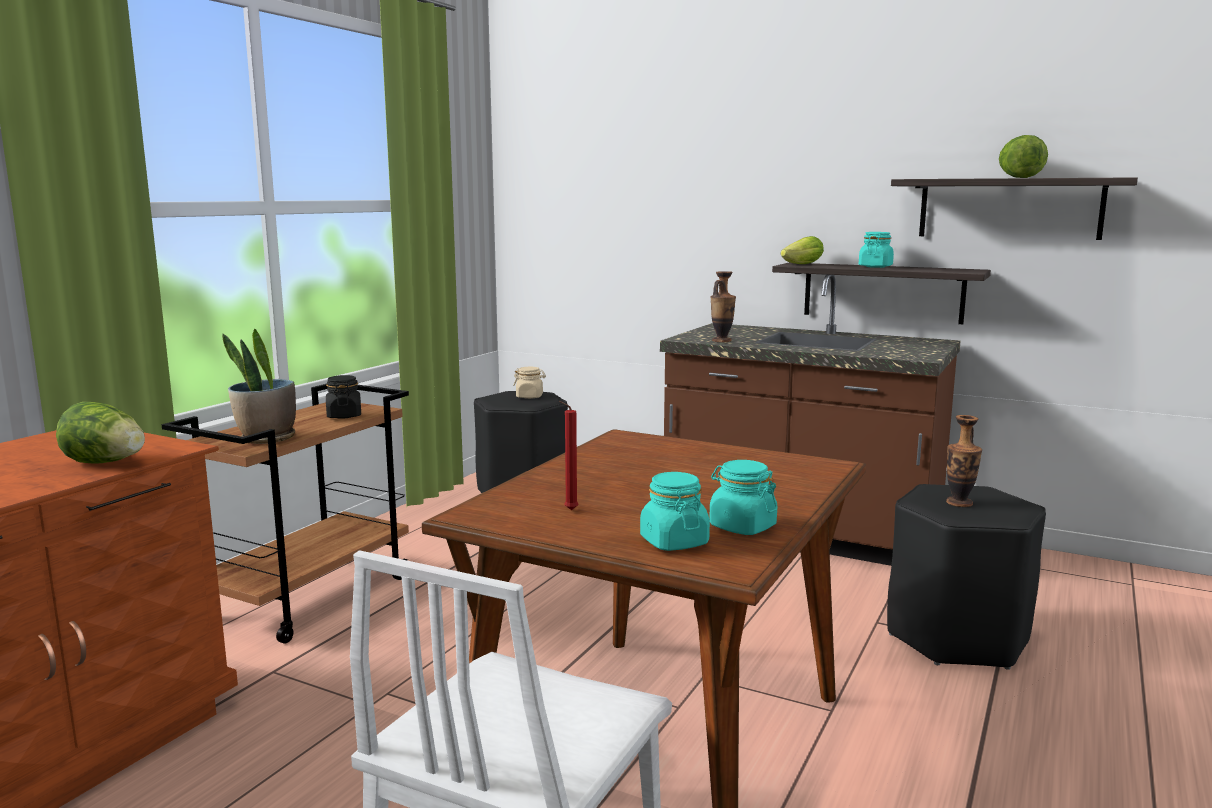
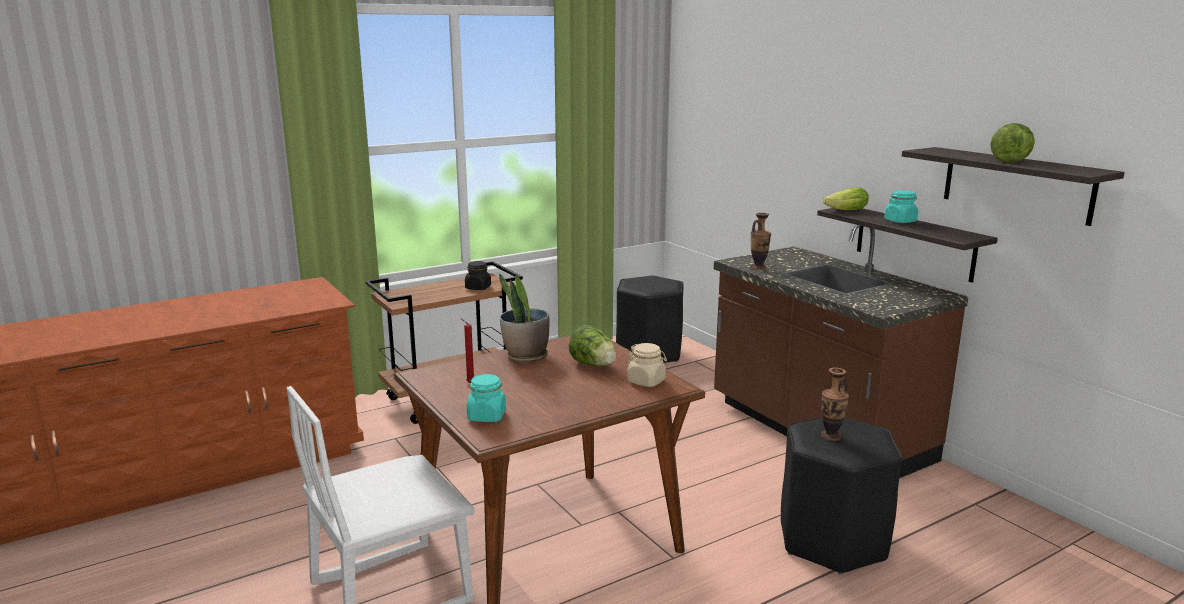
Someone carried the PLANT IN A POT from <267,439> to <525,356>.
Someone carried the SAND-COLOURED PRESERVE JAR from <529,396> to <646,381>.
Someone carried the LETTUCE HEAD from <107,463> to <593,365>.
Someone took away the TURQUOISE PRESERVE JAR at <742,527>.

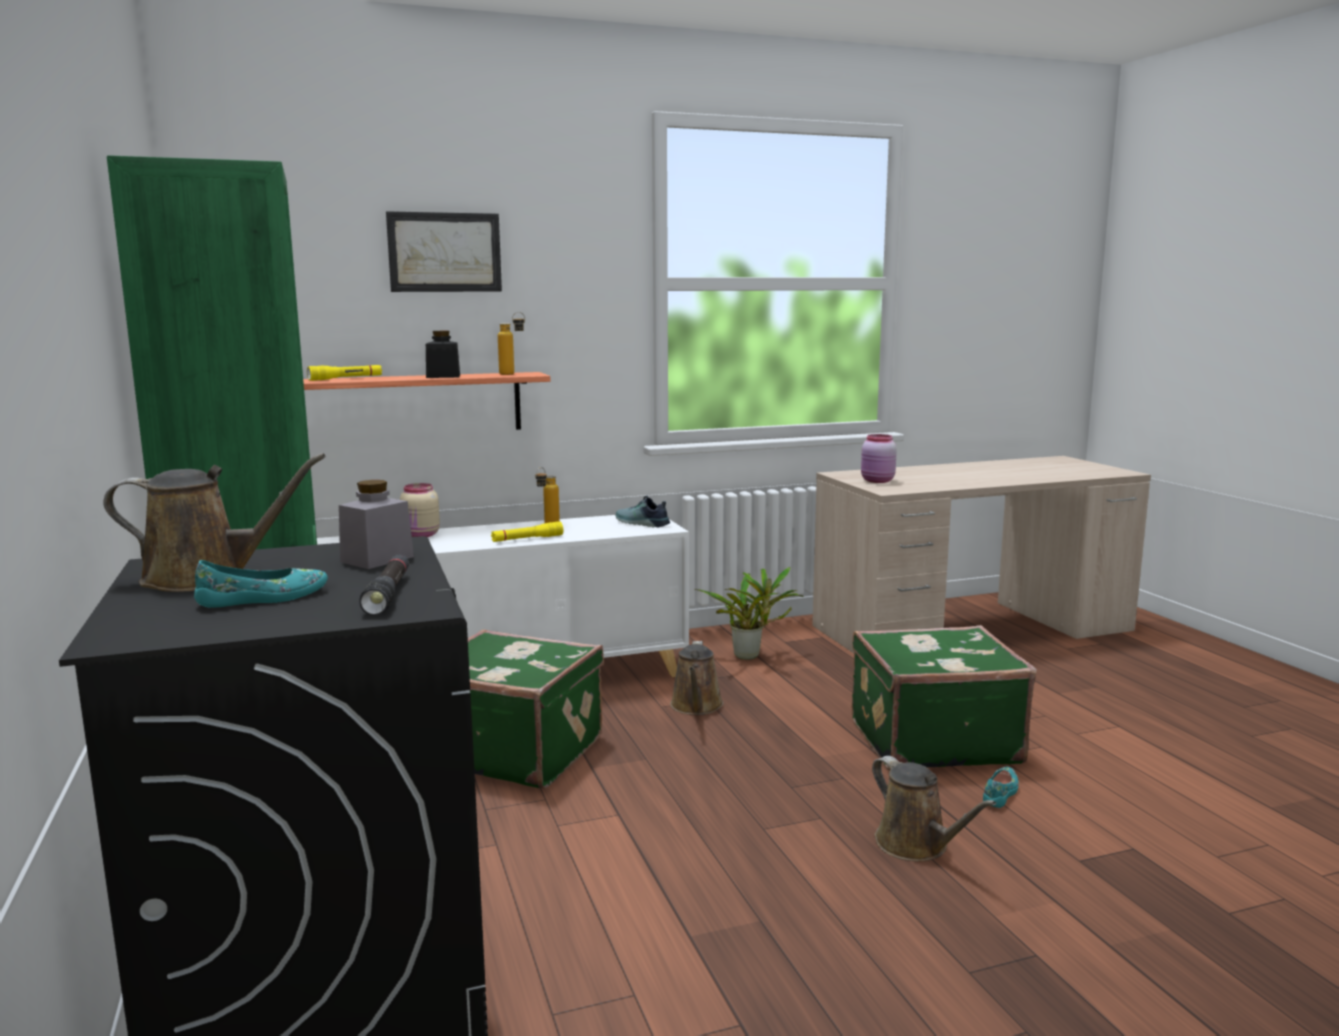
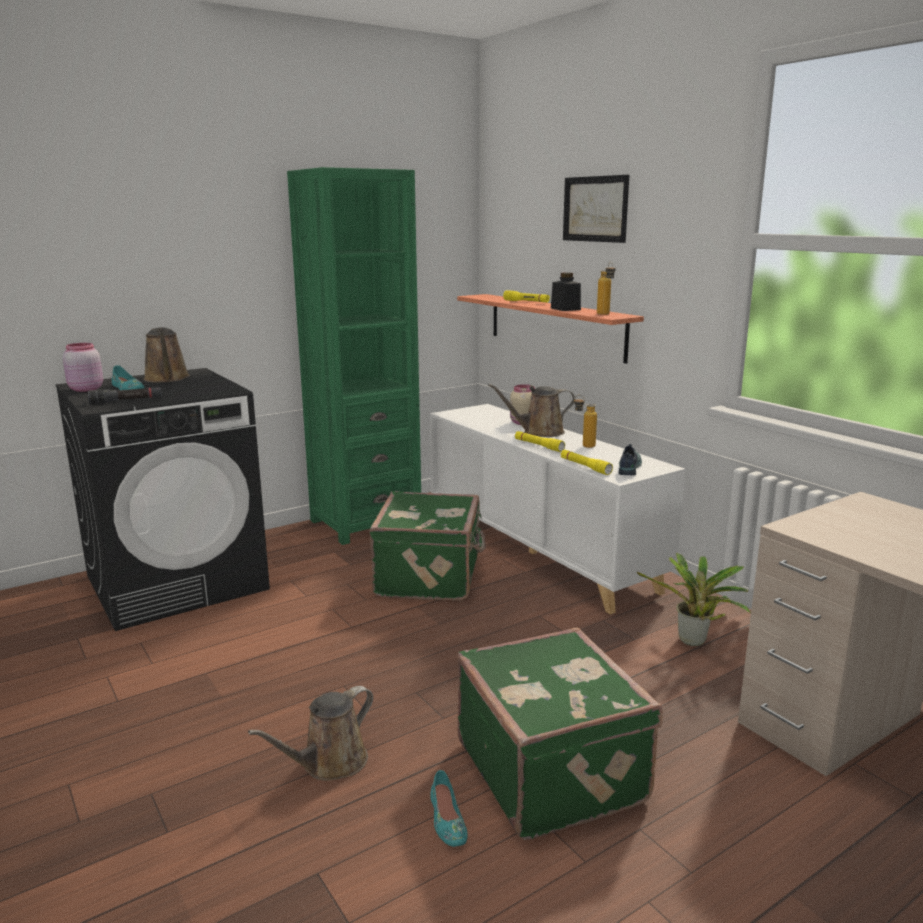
Someone carried the PINKISH PRESERVE JAR from <877,481> to <85,389>.
Someone took away the GREYISH PRESERVE JAR at <377,559>.
Someone carried the BROWN-COLOURED WATERING POT from <696,707> to <539,432>.
Someone rotated the TURQUOISE ITEM OF FOOTWEAR at <1001,793> by 60 degrees clockwise.
Someone put down the YELLOW FLASHLIGHT at <585,467>.

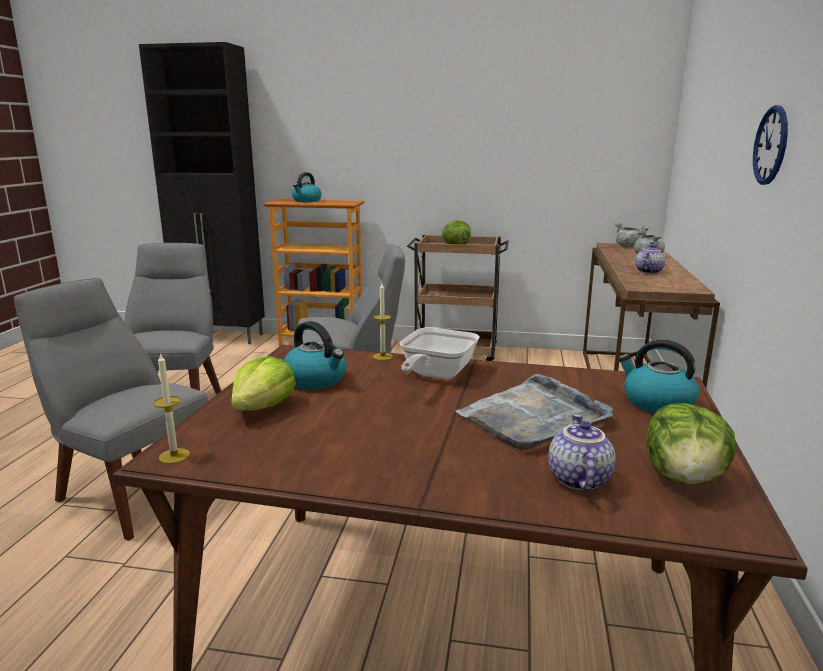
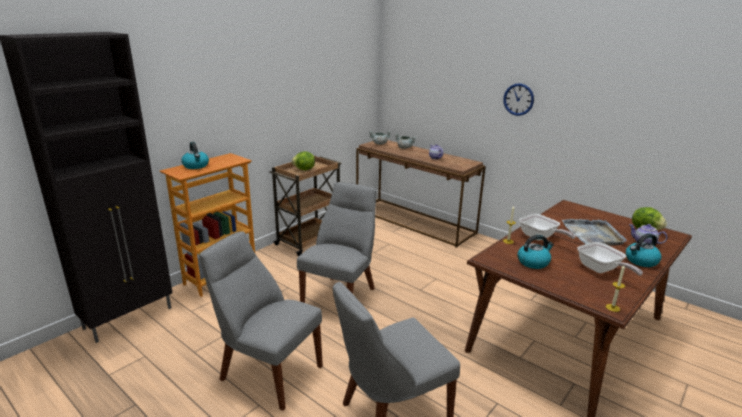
Someone carried the WATER KETTLE from <657,403> to <641,261>.
Someone took away the LETTUCE HEAD at <263,407>.
Someone put down the PAN at <601,270>.

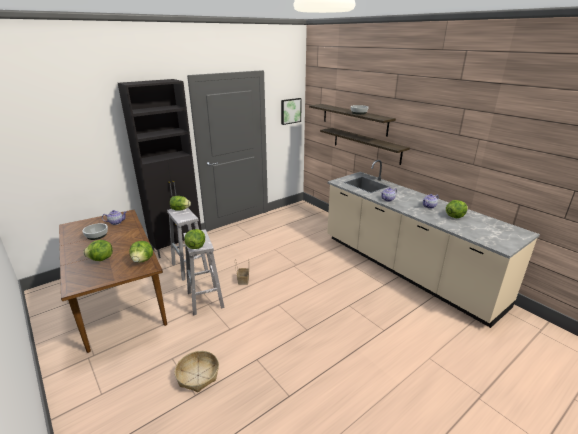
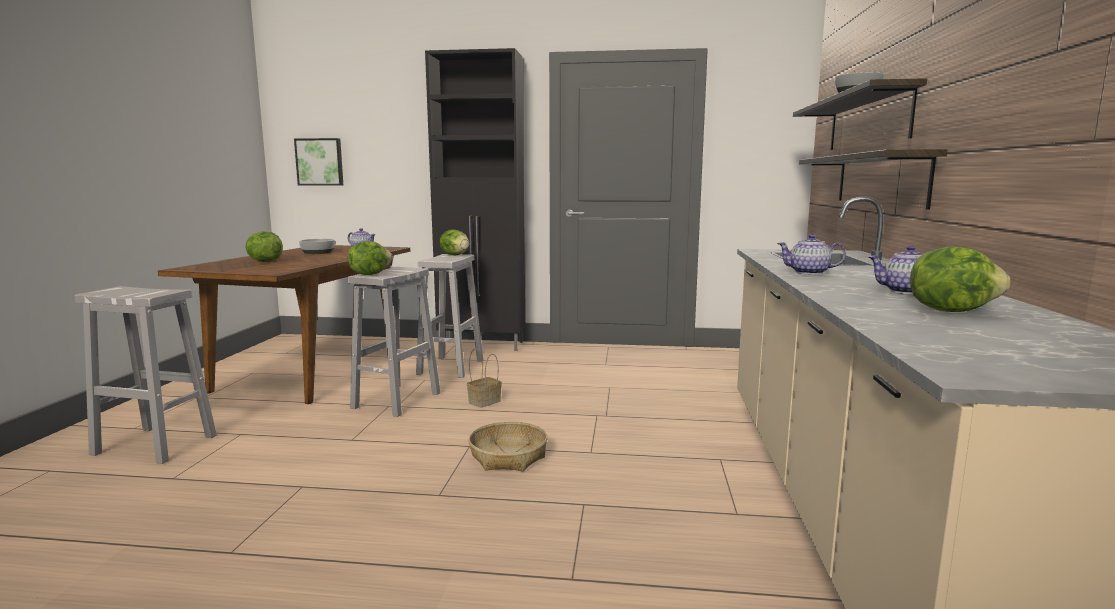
Someone carried the WALL ART from <290,111> to <320,162>.
Someone took away the LETTUCE HEAD at <143,260>.
Someone carried the BASKET from <198,375> to <508,456>.
Someone put down the WHITE SITTING STOOL at <153,445>.

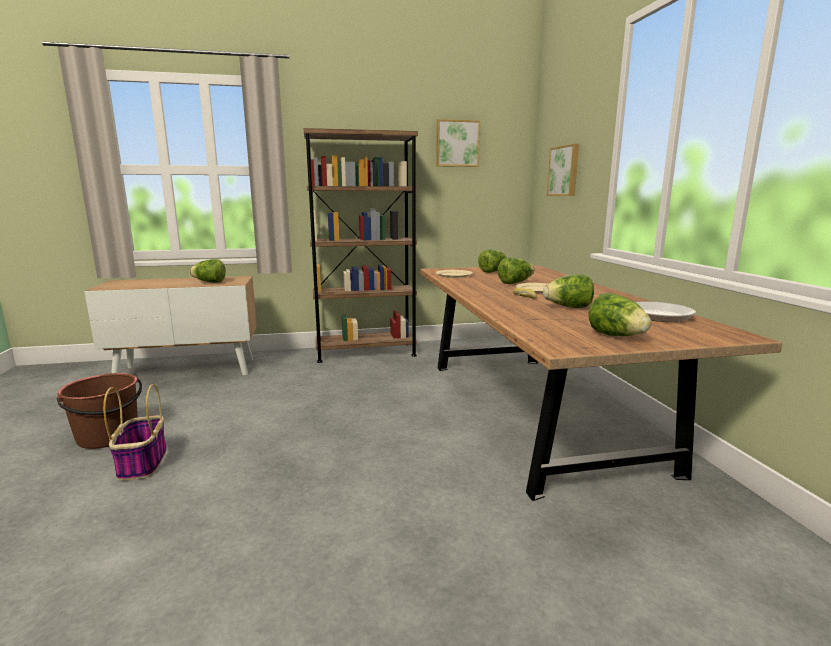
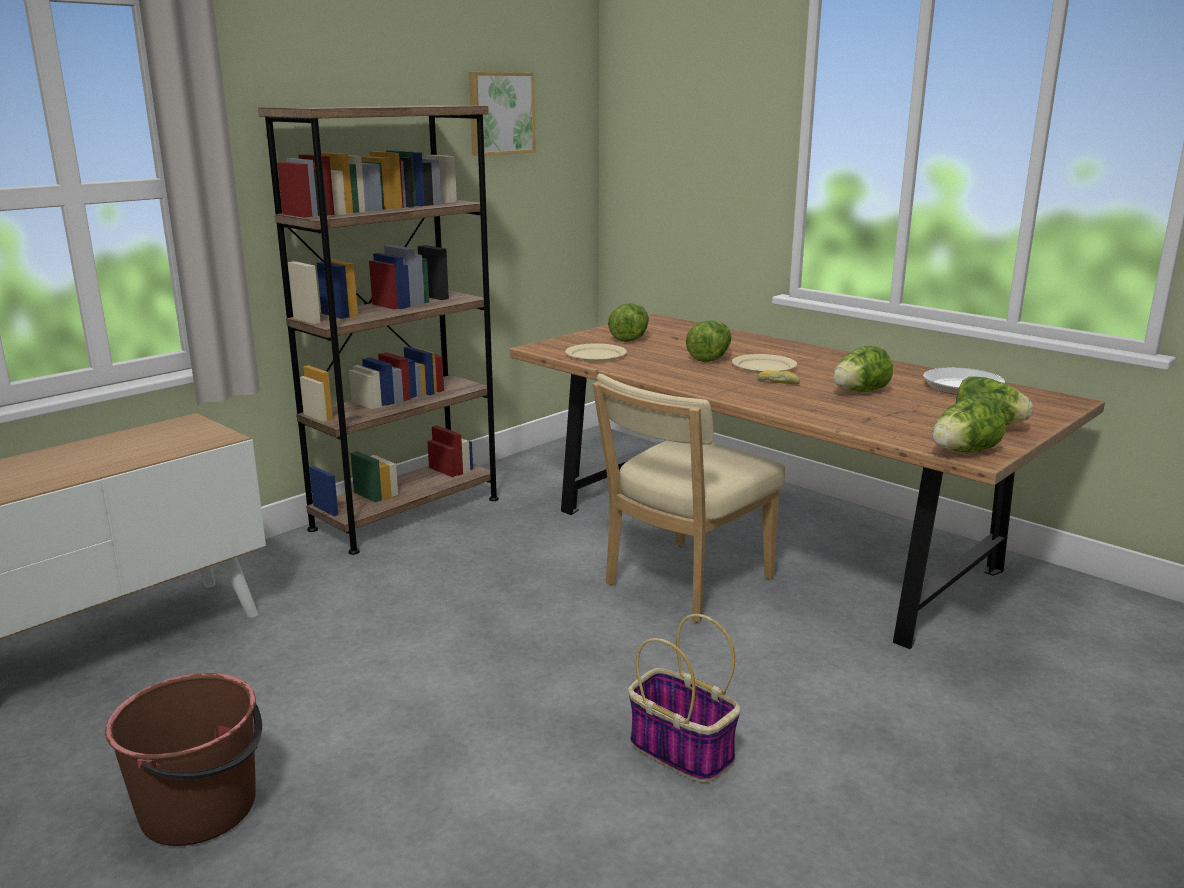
Someone took away the WALL ART at <564,171>.
Someone carried the LETTUCE HEAD from <210,282> to <963,452>.
Someone carried the BASKET from <142,463> to <679,750>.
Someone put down the SAND-COLOURED UPRIGHT CHAIR at <683,584>.

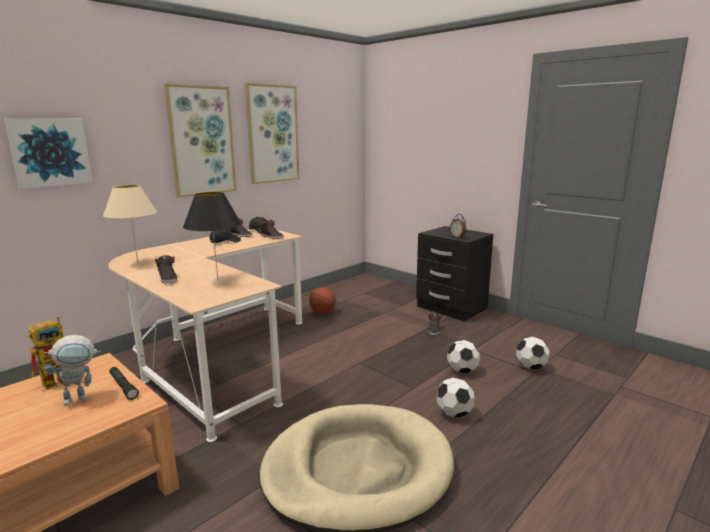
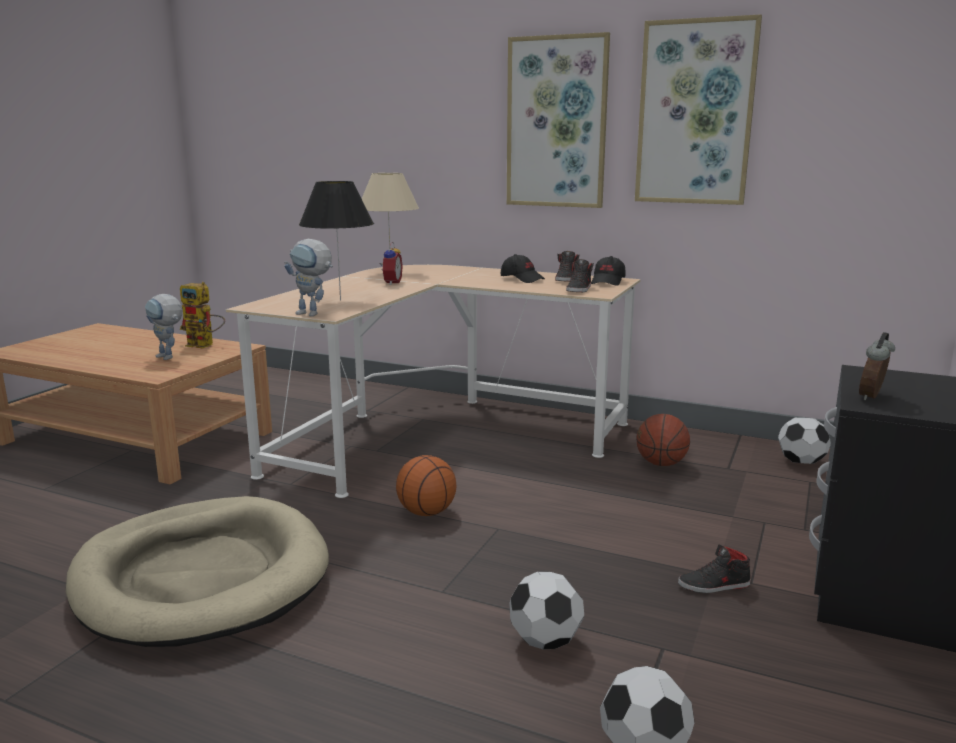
Someone took away the WALL ART at <50,152>.
Someone took away the BLACKISH ITEM OF FOOTWEAR at <168,279>.
Someone took away the BLACKISH FLASHLIGHT at <123,386>.
Someone carried the FOOTBALL from <454,413> to <801,462>.
Someone put down the ROBOT FIGURE at <313,314>.
Someone put down the BEDSIDE CLOCK at <390,283>.
Someone put down the BASKETBALL at <427,512>.

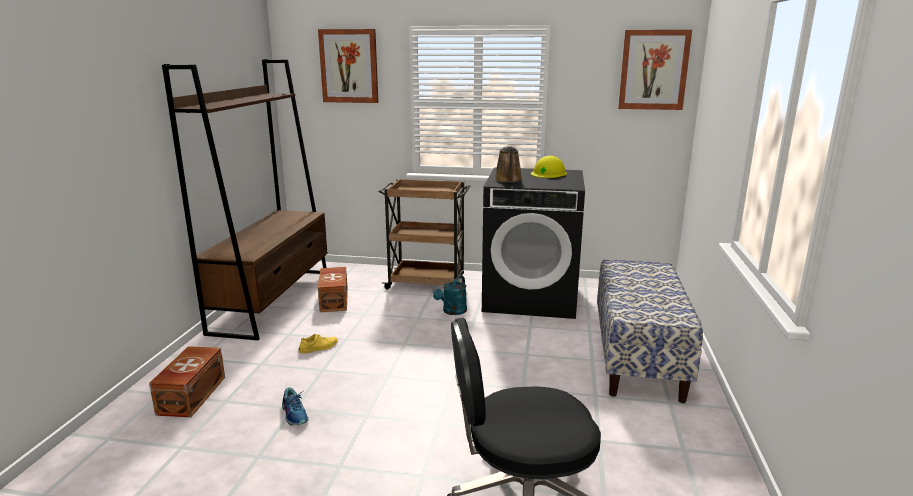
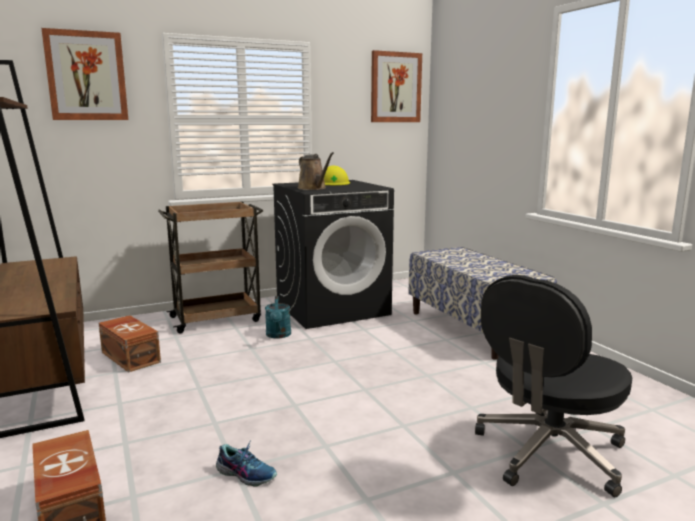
Someone took away the YELLOW ITEM OF FOOTWEAR at <318,347>.

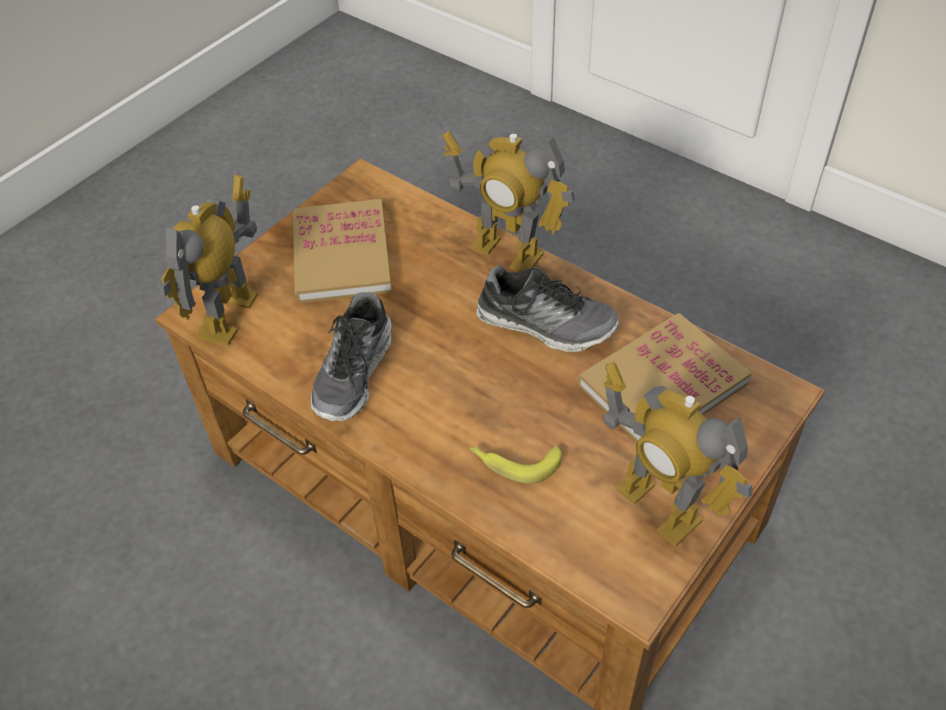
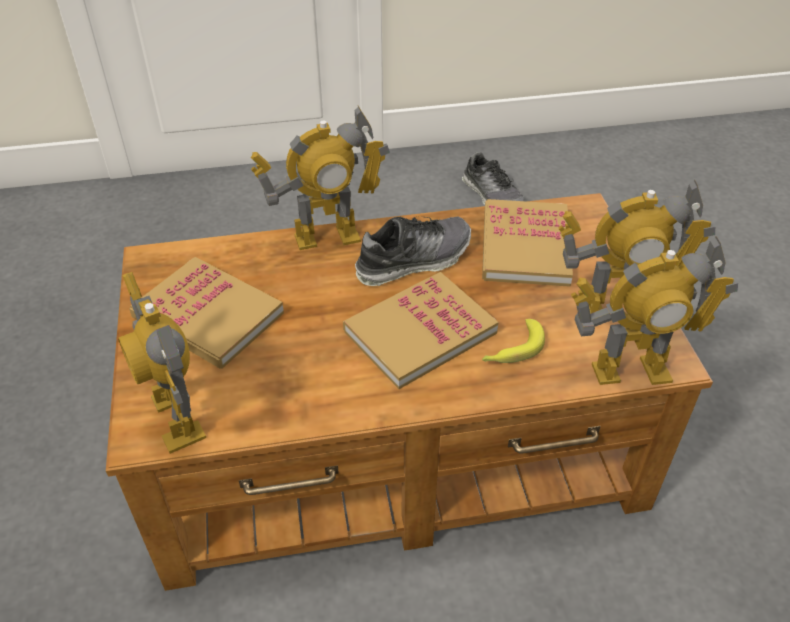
Someone carried the ITEM OF FOOTWEAR from <354,373> to <492,195>.
Someone put down the ROBOT FIGURE at <631,371>.
Someone put down the VOLUME at <420,332>.

